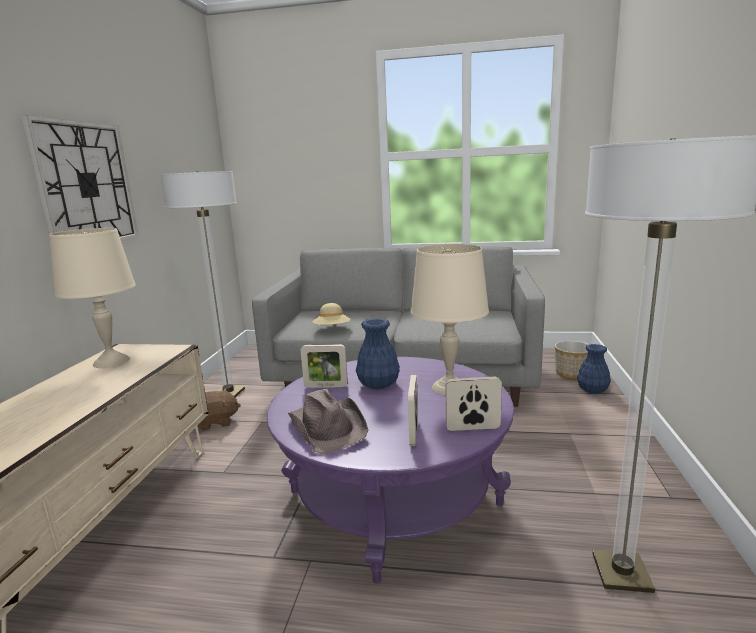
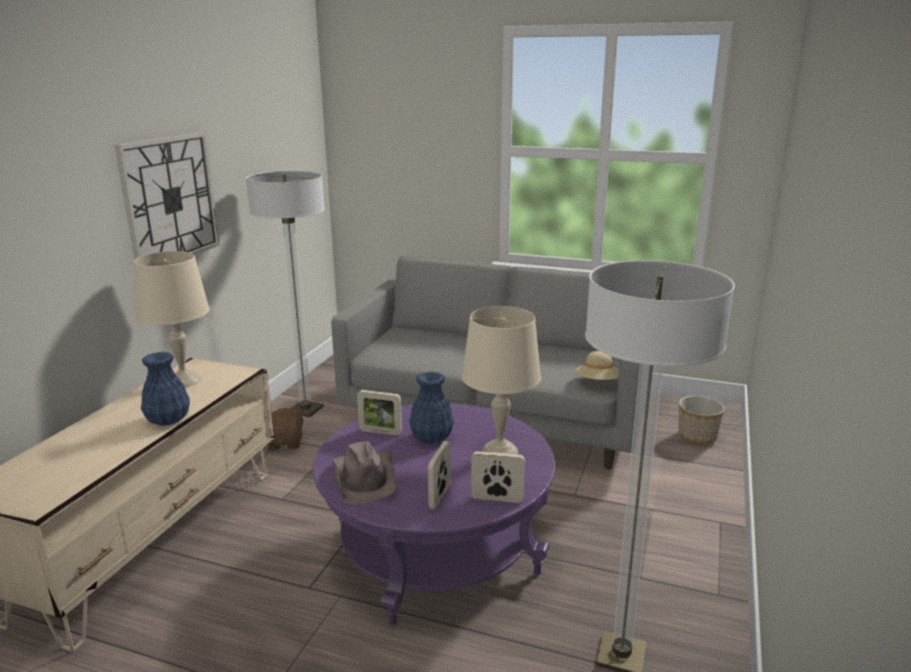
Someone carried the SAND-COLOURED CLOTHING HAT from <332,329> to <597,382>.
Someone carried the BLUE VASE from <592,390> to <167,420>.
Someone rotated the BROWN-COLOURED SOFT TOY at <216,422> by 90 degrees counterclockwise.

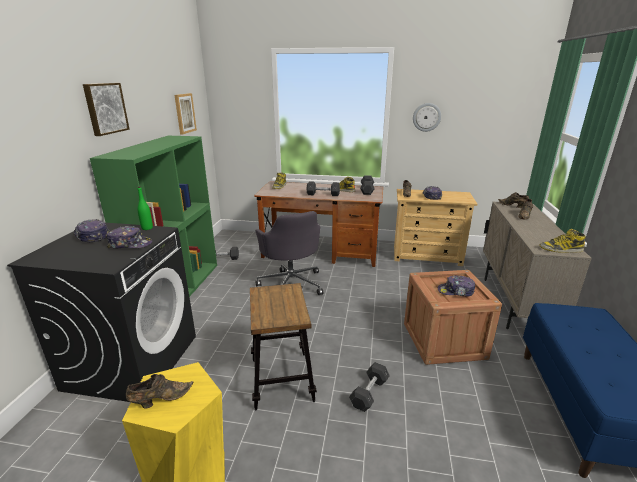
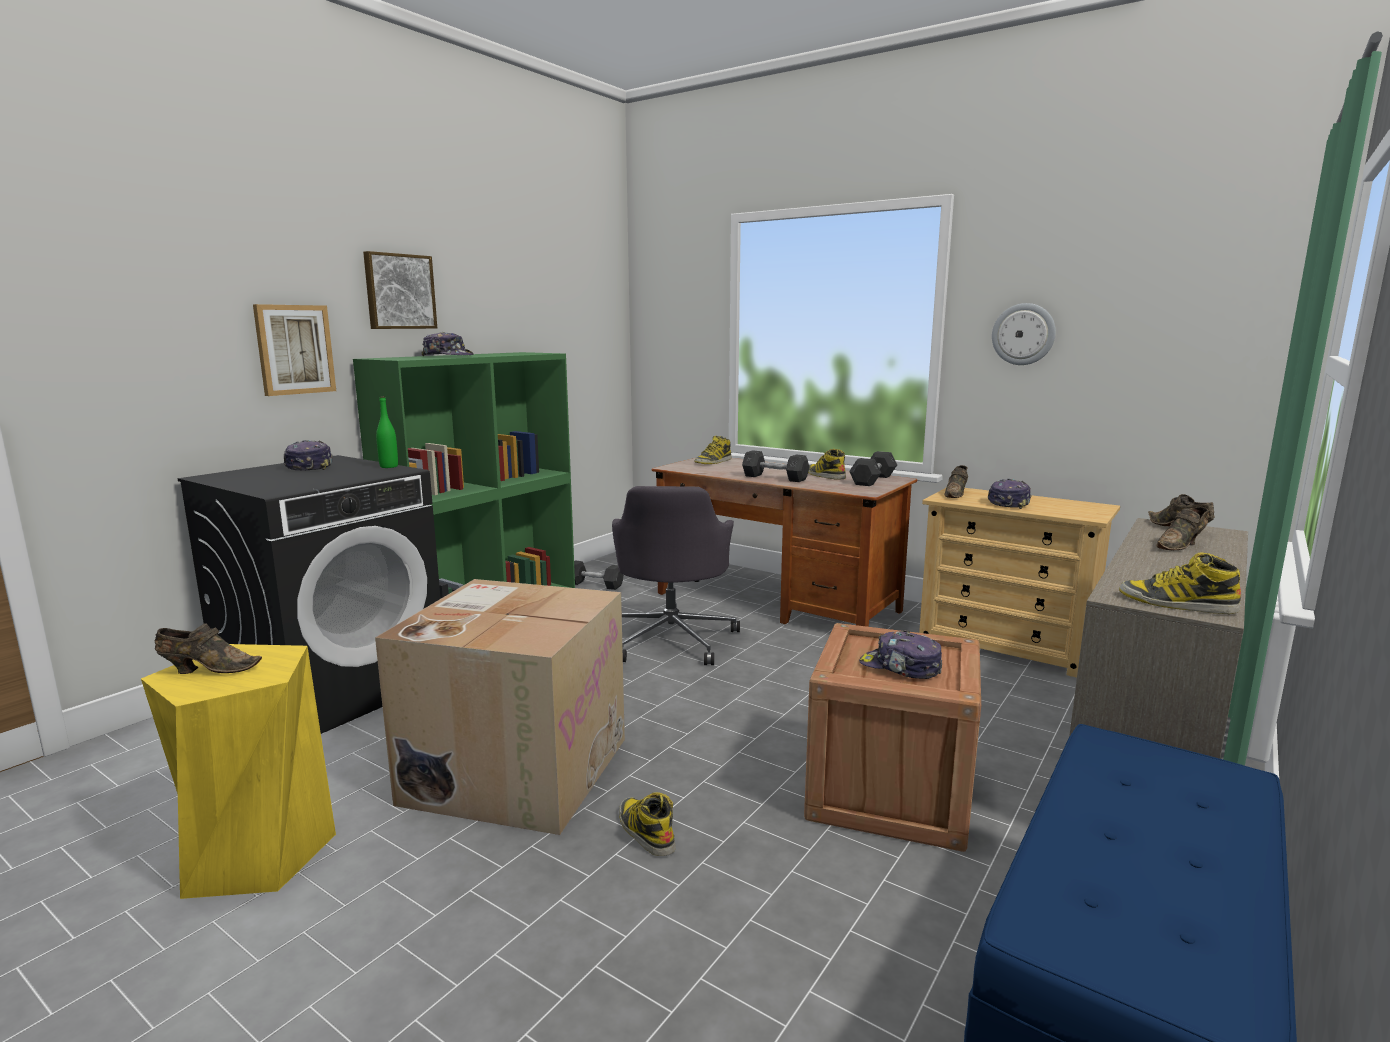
Someone carried the WALL ART from <184,113> to <294,349>.
Someone carried the CAP from <130,244> to <448,356>.
Someone swapped the SITTING STOOL at <282,379> for the CARTON at <516,768>.
Someone swapped the GREYISH FREE WEIGHT at <369,393> for the TALL BOOT at <645,831>.

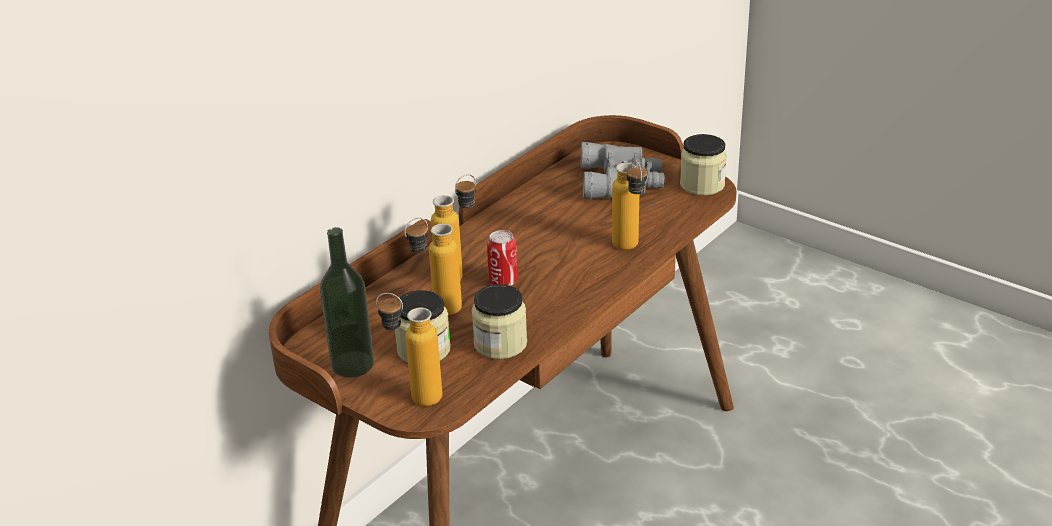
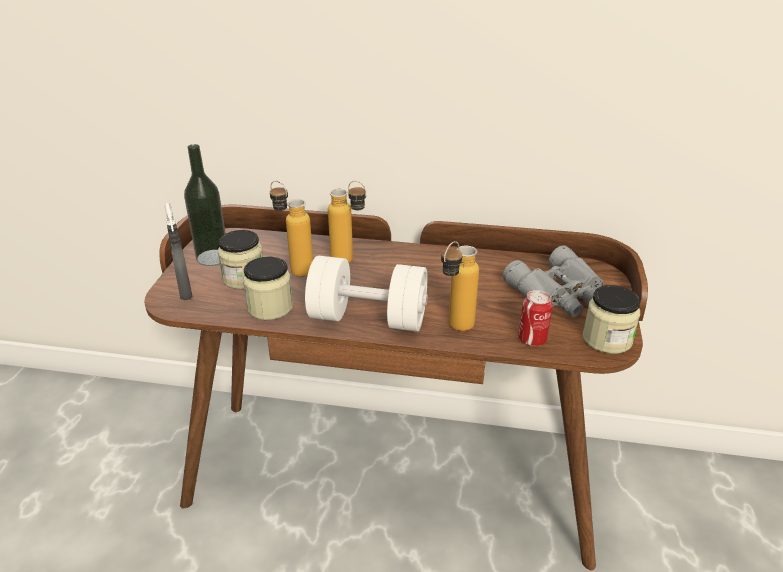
Someone carried the METAL CAN from <503,281> to <532,339>.
Someone swapped the DRINK BOTTLE at <414,396> for the GREYISH SPRAYER at <185,292>.
Someone put down the WHITE FREE WEIGHT at <368,318>.

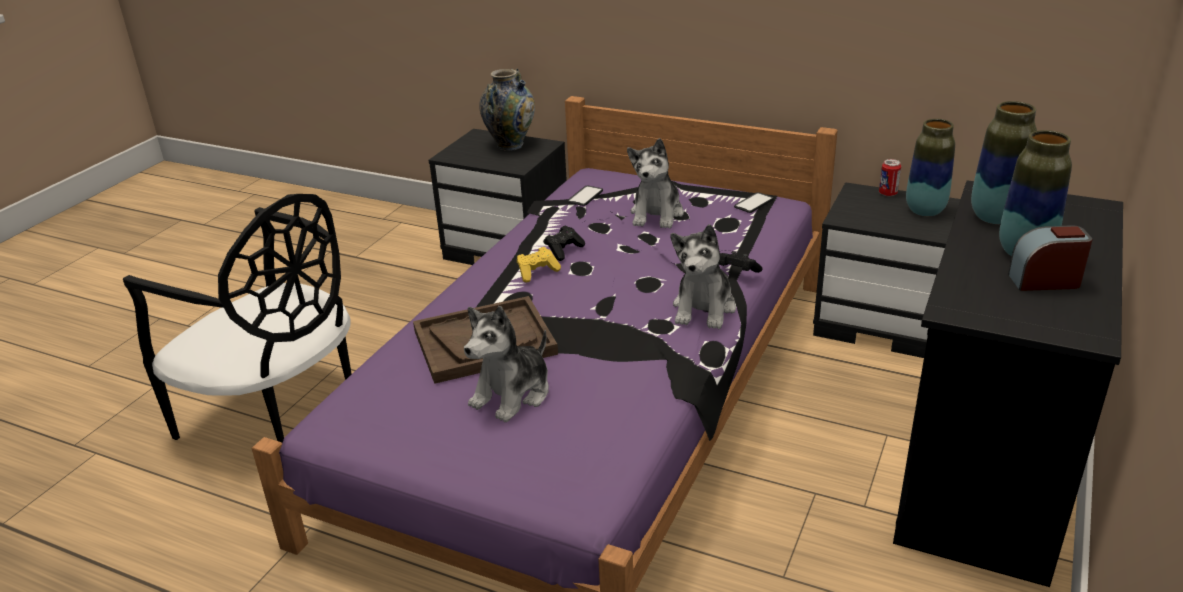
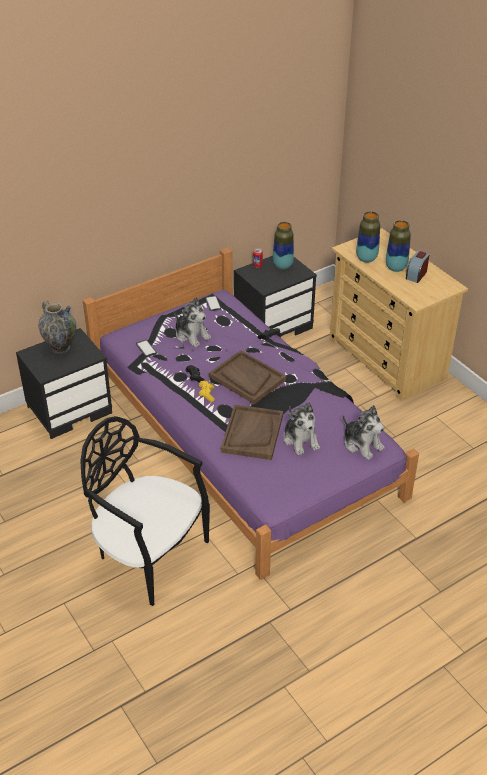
Someone repainted the BLACKISH DRESSER at <984,476>, which became the SAND-COLOURED DRESSER at <387,359>.
Someone rotated the BLACKISH UPRIGHT CHAIR at <278,415> by 120 degrees counterclockwise.
Someone carried the SOFT TOY from <704,308> to <362,444>.
Someone put down the BROWN-COLOURED CARRYING TRAY at <247,378>.

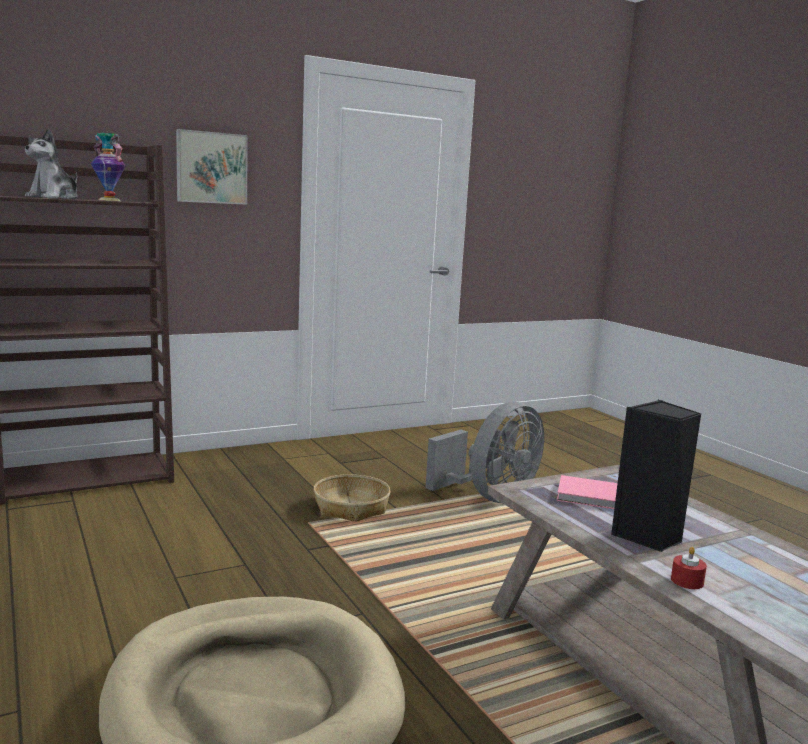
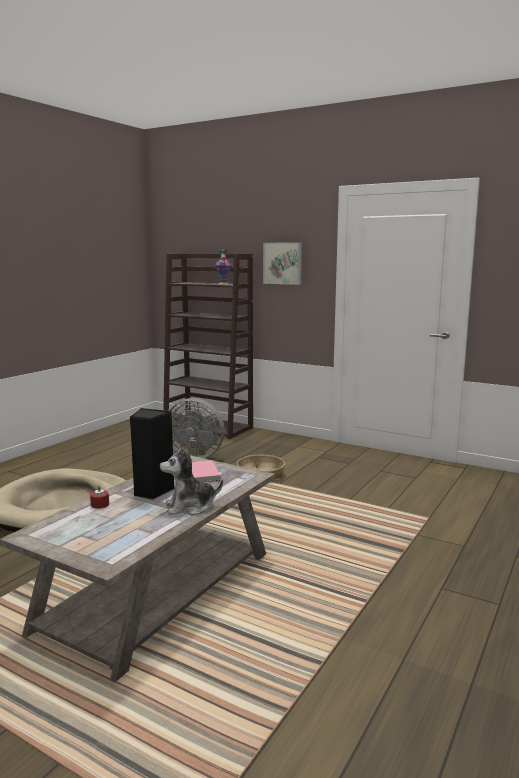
Someone carried the SOFT TOY from <54,198> to <190,507>.
Someone carried the GREYISH COOLING FAN from <491,497> to <195,455>.

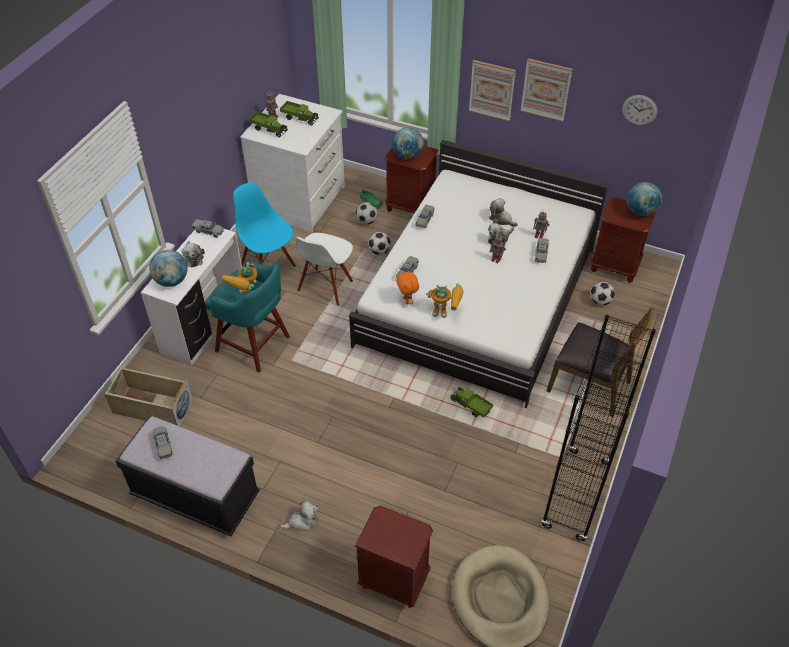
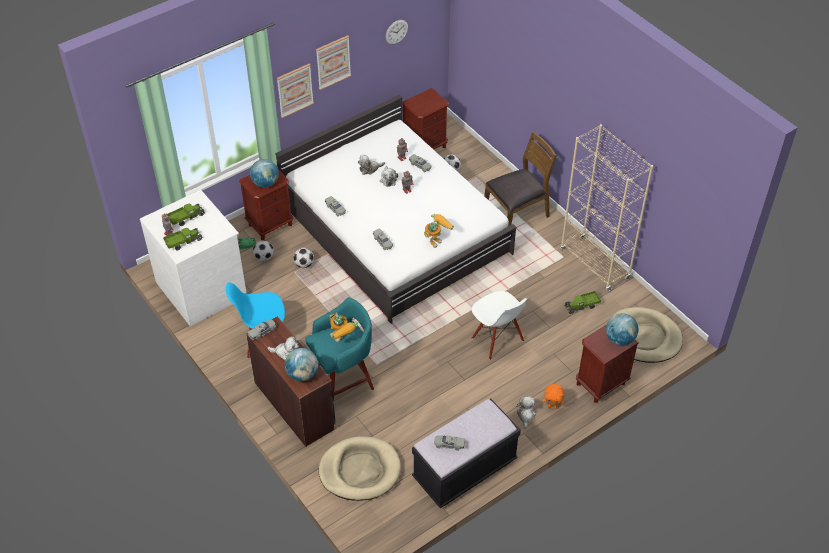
Someone carried the DESK GLOBE from <641,211> to <620,339>.
Someone repainted the WHITE DESK UNIT at <205,323>, which became the BROWN-COLOURED DESK UNIT at <295,404>.
Someone carried the WHITE UPRIGHT CHAIR from <326,287> to <497,340>.
Someone carried the ORANGE-COLOURED SOFT TOY from <407,300> to <552,406>.
Someone repainted the BLACKISH SHELVING UNIT at <576,495>, which became the SAND-COLOURED SHELVING UNIT at <594,264>.
Someone swapped the SAND-COLOURED STORAGE BIN at <152,407> for the SAND-COLOURED DOG BED at <360,470>.
Someone carried the TOY TRUCK from <470,406> to <582,306>.

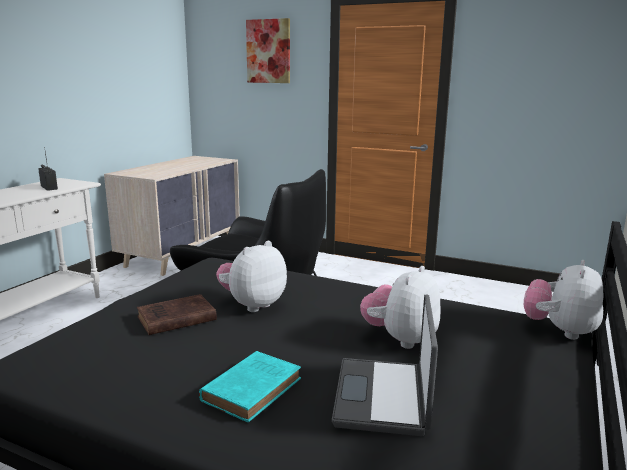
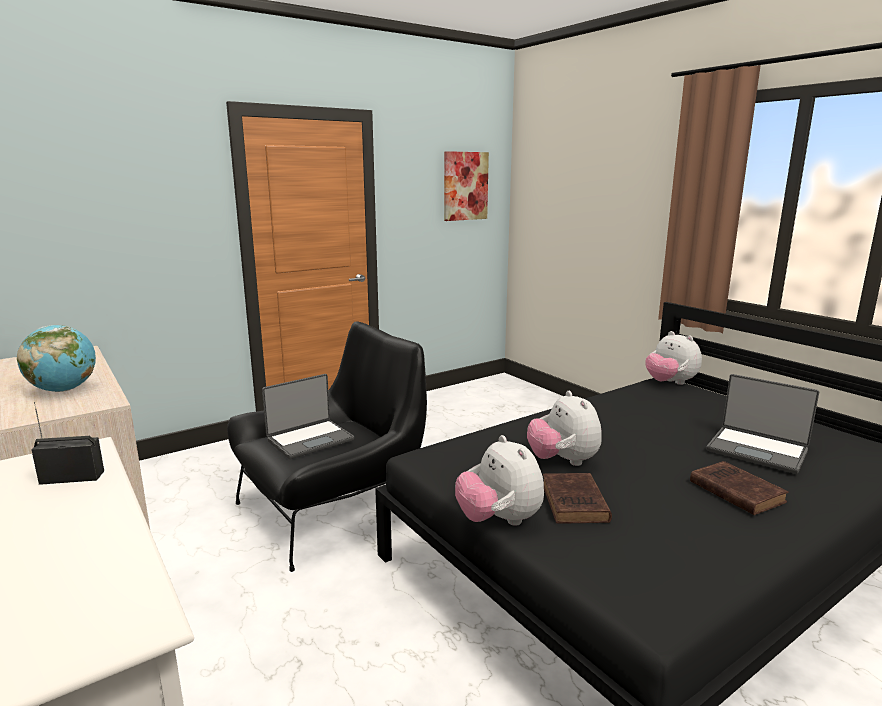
Someone carried the WALL ART from <268,51> to <465,186>.
Someone carried the SOFT TOY from <400,339> to <499,520>.
Someone repainted the TURQUOISE VOLUME at <253,388>, which became the BROWN-COLOURED VOLUME at <734,491>.
Someone put down the DESK GLOBE at <63,390>.
Someone put down the PORTABLE COMPUTER at <310,440>.

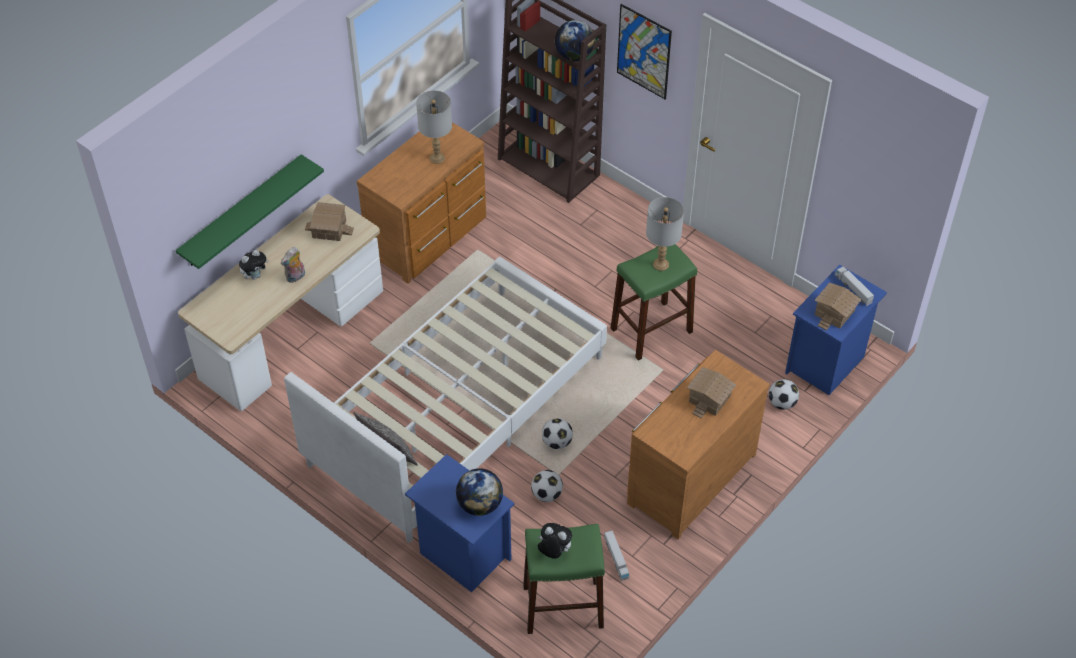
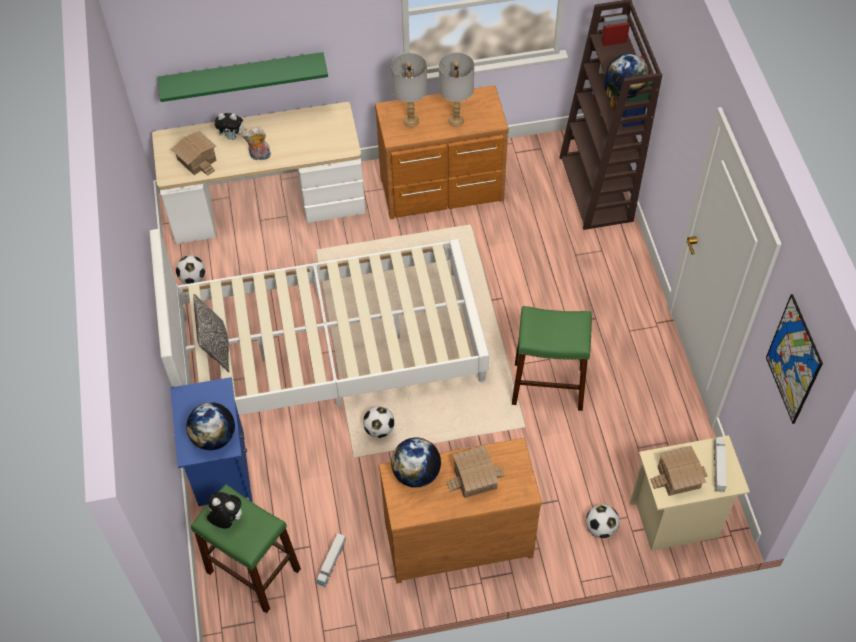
Someone carried the WALL ART from <644,51> to <793,360>.
Someone carried the GREYISH TABLE LAMP from <661,264> to <411,121>.
Someone carried the TOY HOUSE from <329,228> to <197,159>.
Someone repainted the BLUE NIGHT TABLE at <826,364>, which became the SAND-COLOURED NIGHT TABLE at <676,520>.
Someone carried the FOOTBALL from <546,494> to <193,278>.
Someone rotated the SOFT TOY at <553,551> by 45 degrees counterclockwise.
Someone put down the DESK GLOBE at <416,473>.

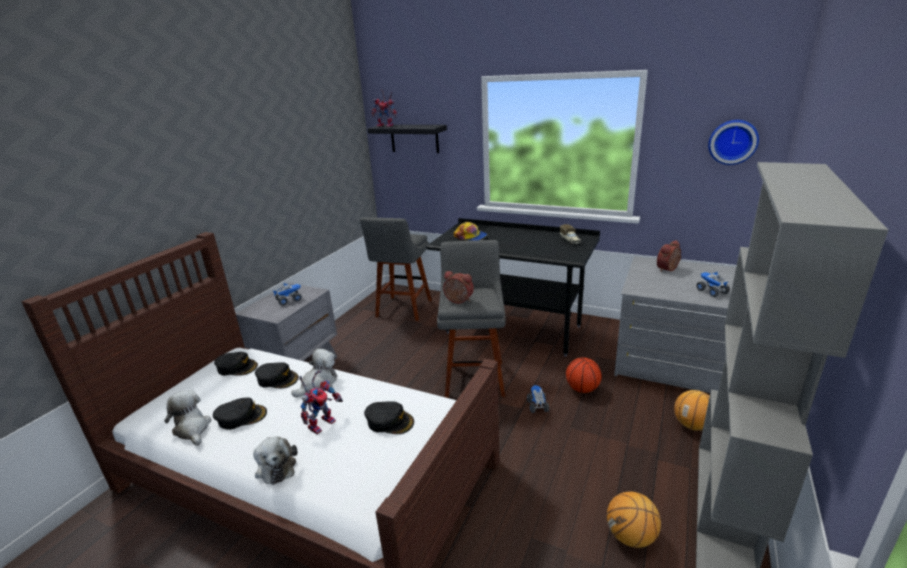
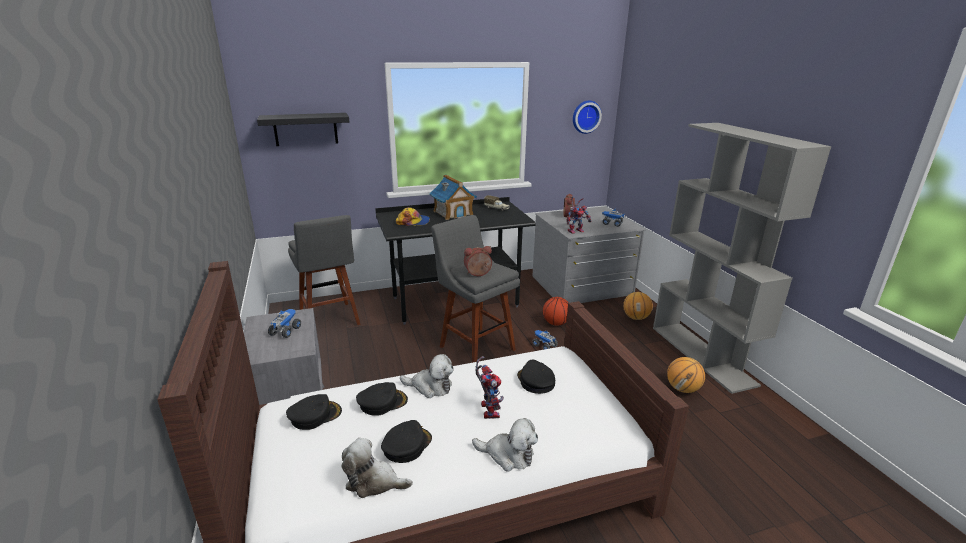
Someone carried the ROBOT FIGURE from <386,125> to <576,231>.
Someone rotated the SOFT TOY at <318,384> by 105 degrees clockwise.
Someone rotated the BLACKISH CAP at <390,421> by 90 degrees counterclockwise.
Someone put down the TOY HOUSE at <453,213>.

